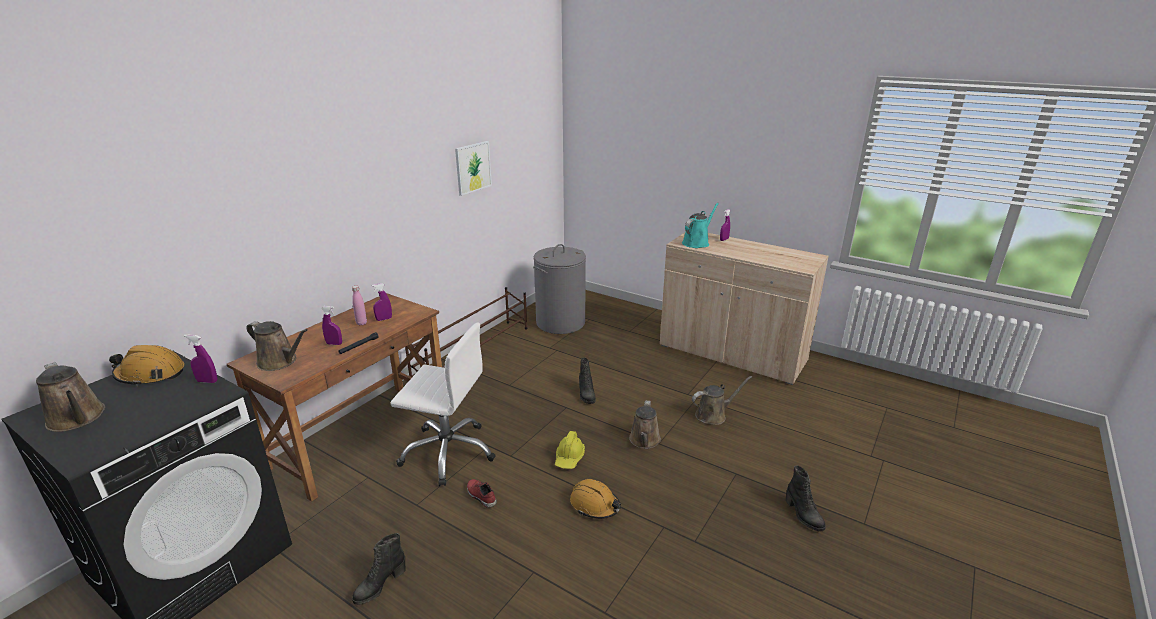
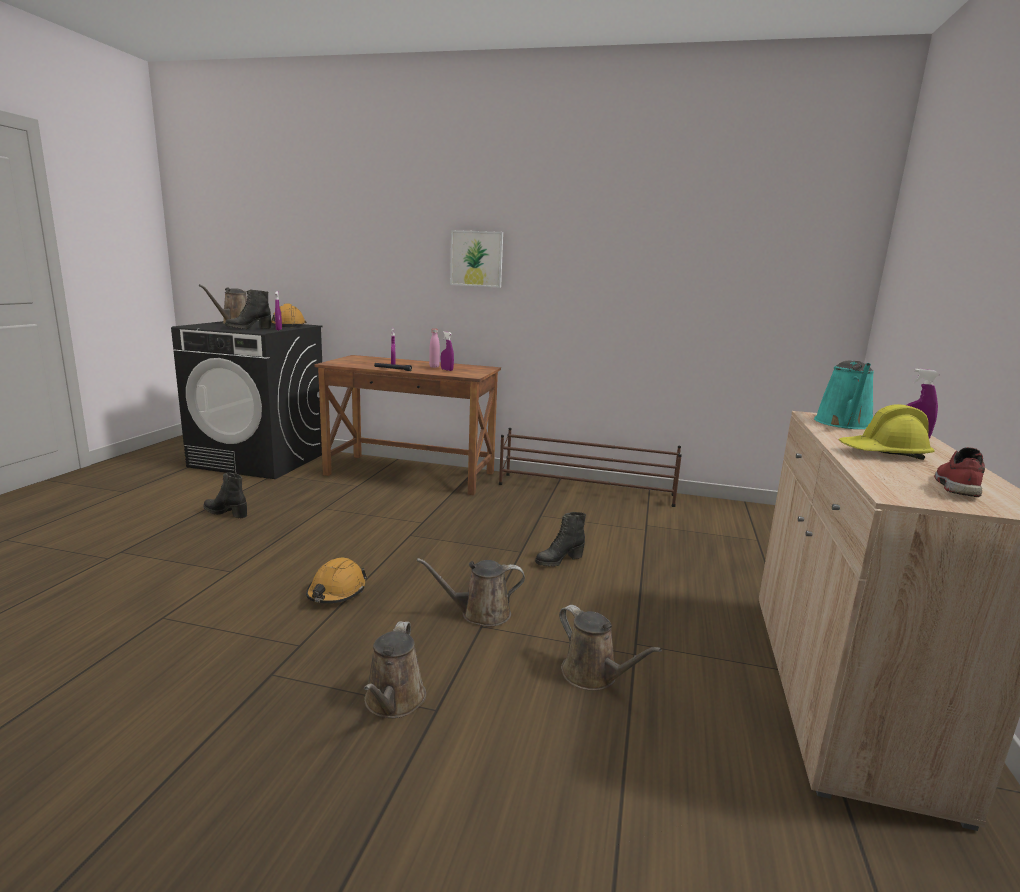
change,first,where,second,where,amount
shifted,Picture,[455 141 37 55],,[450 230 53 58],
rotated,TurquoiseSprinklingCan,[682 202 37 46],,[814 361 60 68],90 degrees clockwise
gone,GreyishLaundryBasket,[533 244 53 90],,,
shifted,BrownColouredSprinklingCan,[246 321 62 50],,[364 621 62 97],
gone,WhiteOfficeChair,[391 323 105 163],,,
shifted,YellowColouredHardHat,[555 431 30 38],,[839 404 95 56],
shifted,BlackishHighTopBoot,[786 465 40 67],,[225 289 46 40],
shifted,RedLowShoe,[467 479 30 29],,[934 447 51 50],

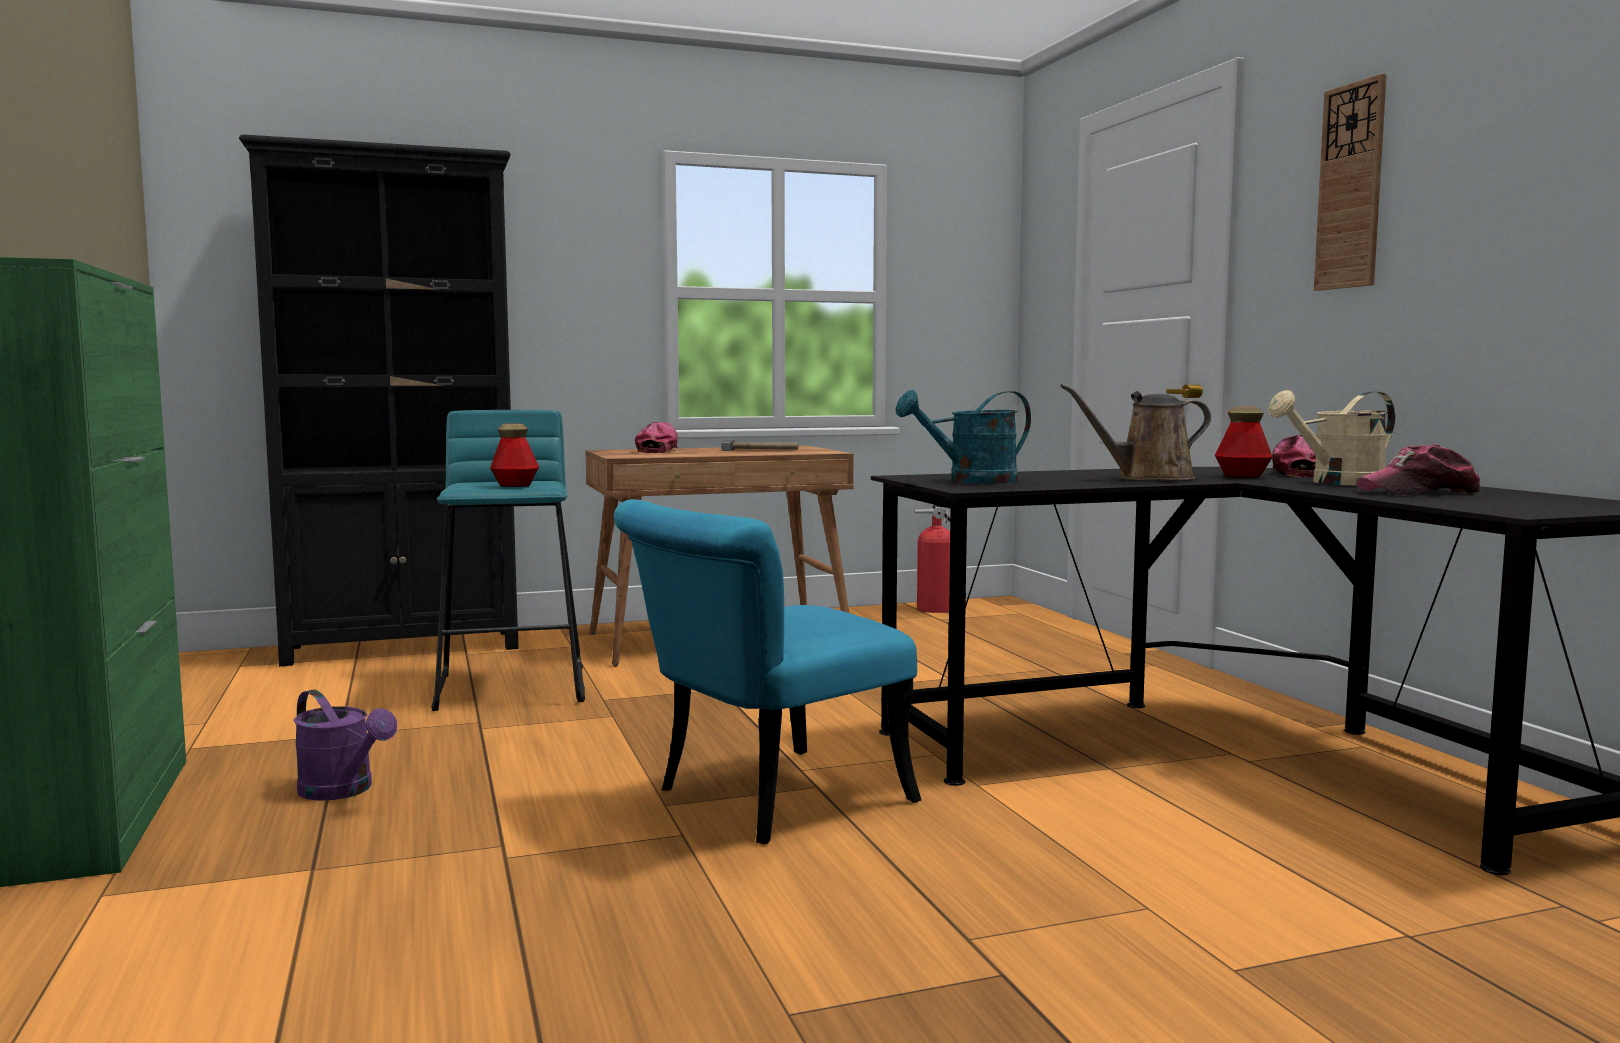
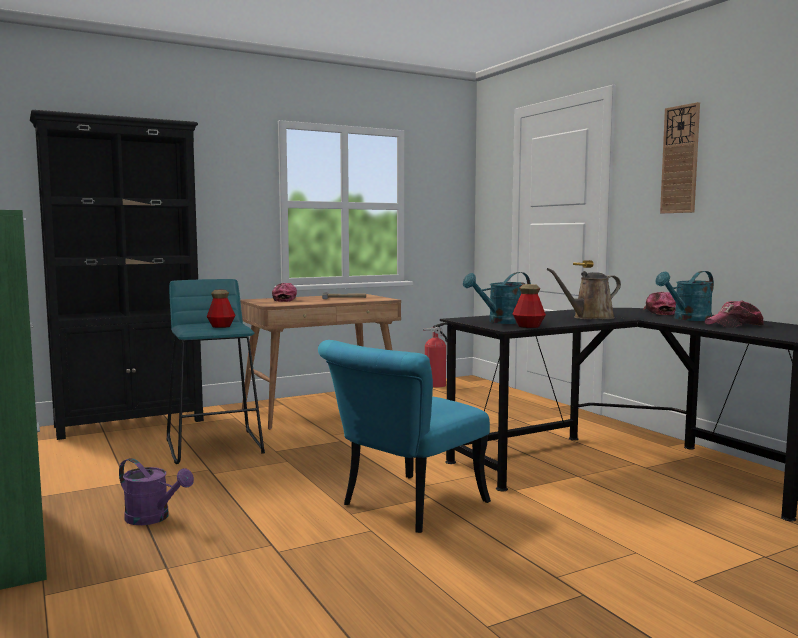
change,first,where,second,where,amount
repainted,SandColouredSprinklingCan,[1268 390 127 96],TurquoiseSprinklingCan,[656 271 58 50],
shifted,DrinkBottle,[1215 406 58 72],,[512 284 34 44],

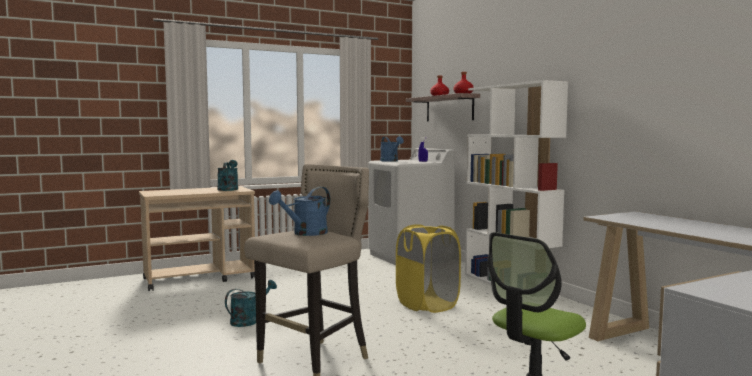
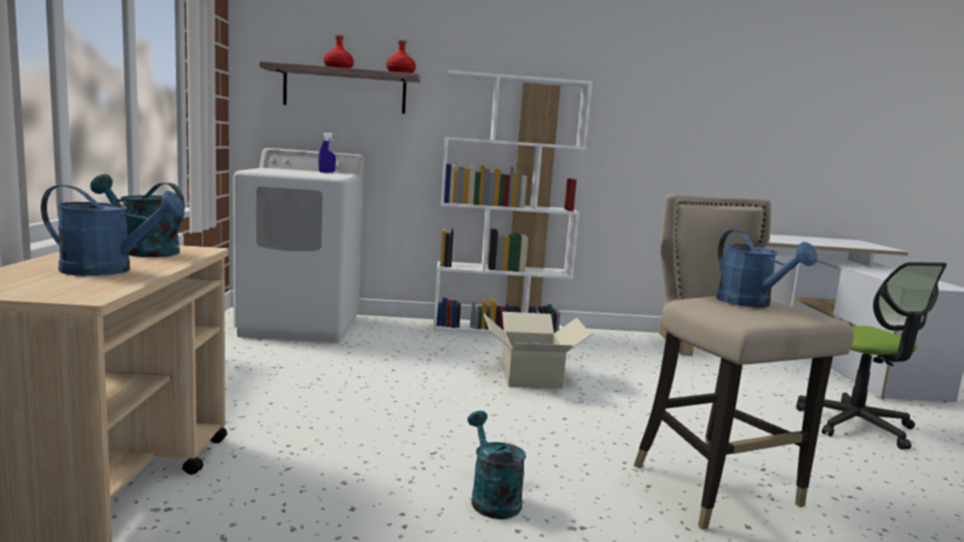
change,first,where,second,where,amount
shifted,BlueSprinklingCan,[380 136 24 26],,[41 185 144 91],
swapped,YellowColouredLaundryBasket,[396 224 65 89],CardboardBox,[484 312 107 77],

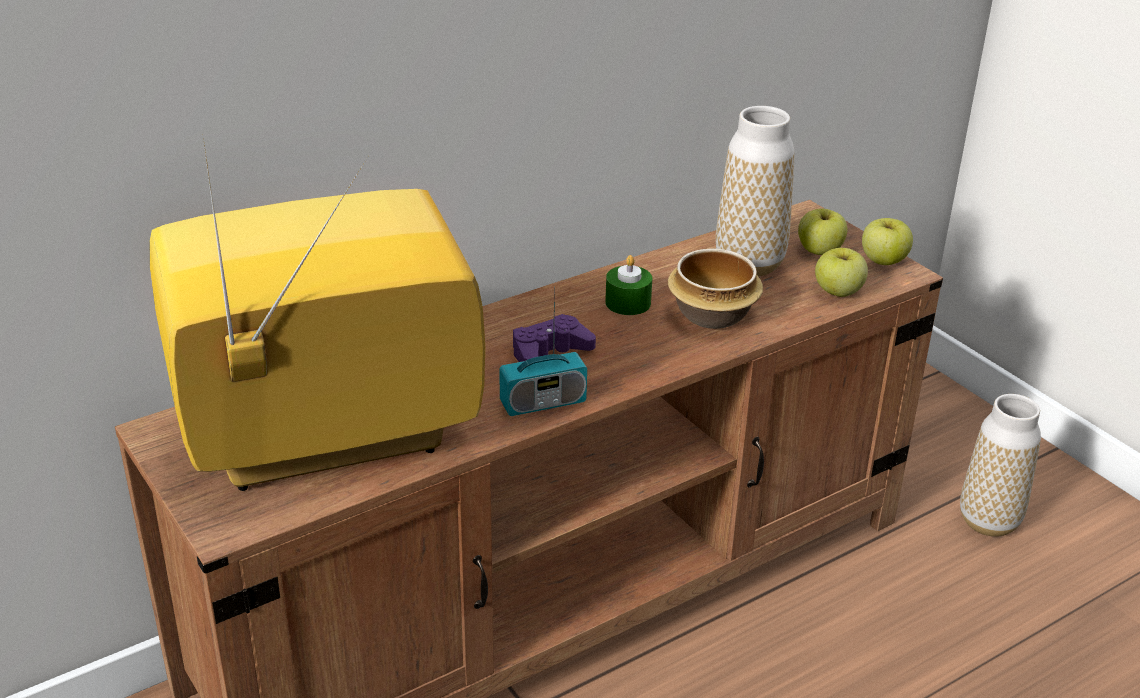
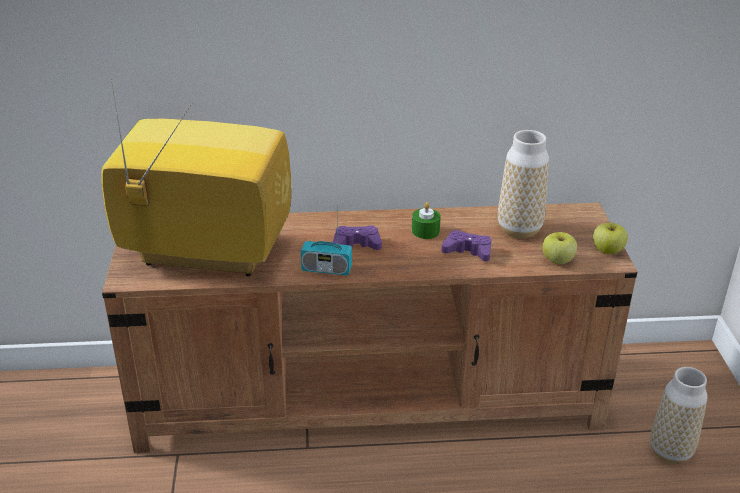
change,first,where,second,where,amount
gone,WholeApple,[798 209 49 46],,,
swapped,ServingBowl,[668 248 95 81],PurpleColouredGamepad,[441 230 50 31],

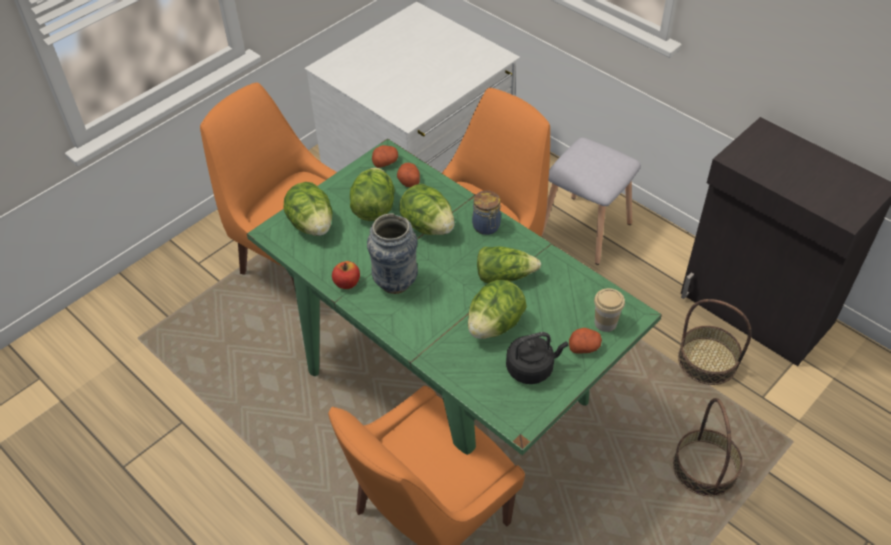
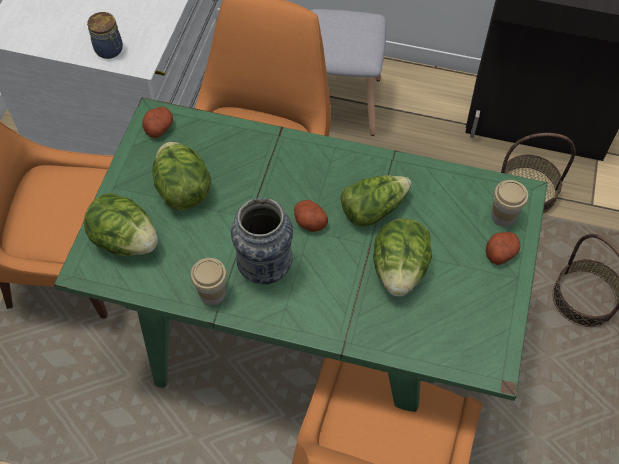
change,first,where,second,where,amount
shifted,Potato,[397 163 23 24],,[294 200 34 32],
gone,LettuceHead,[399 184 56 51],,,
shifted,PreserveJar,[472 191 29 44],,[87 12 36 47],
swapped,WholeApple,[332 261 28 28],DrinkingCup,[191 258 36 47],
gone,BlackishWaterKettle,[506 332 62 52],,,

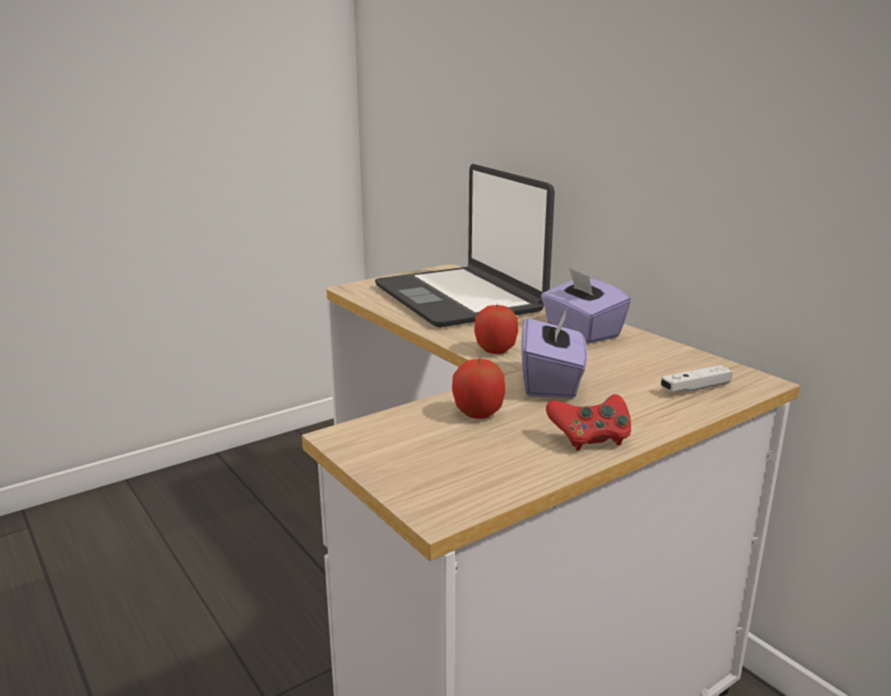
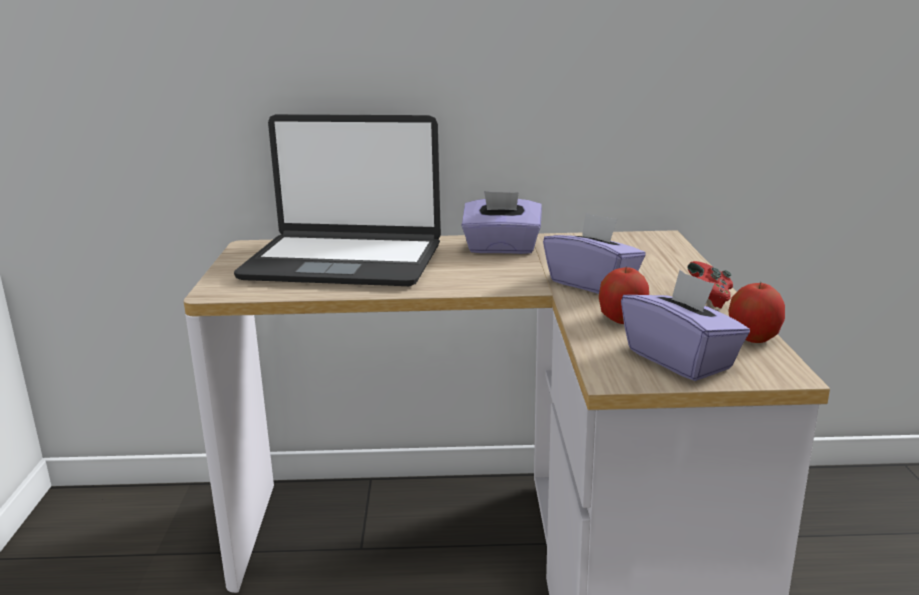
change,first,where,second,where,amount
shifted,WholeApple,[474 305 44 49],,[728 282 57 61],
gone,WhiteGamepad,[660 365 73 28],,,
new,,,PurpleColouredBoxOfTissues,[621 270 129 111],

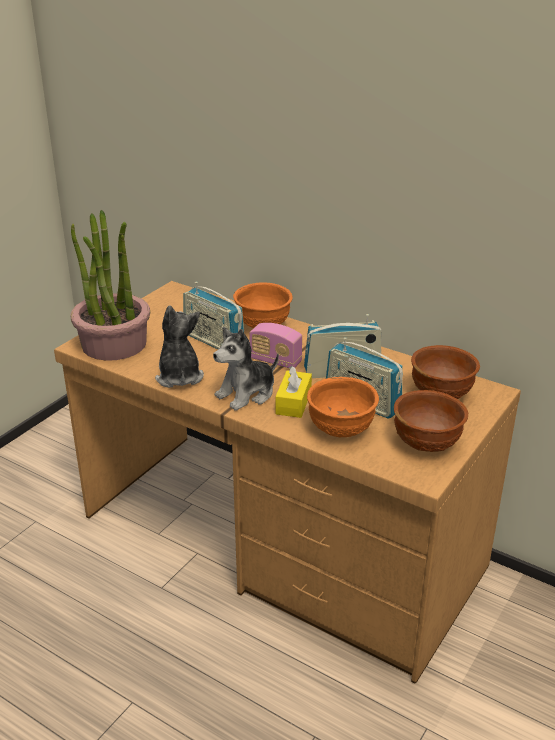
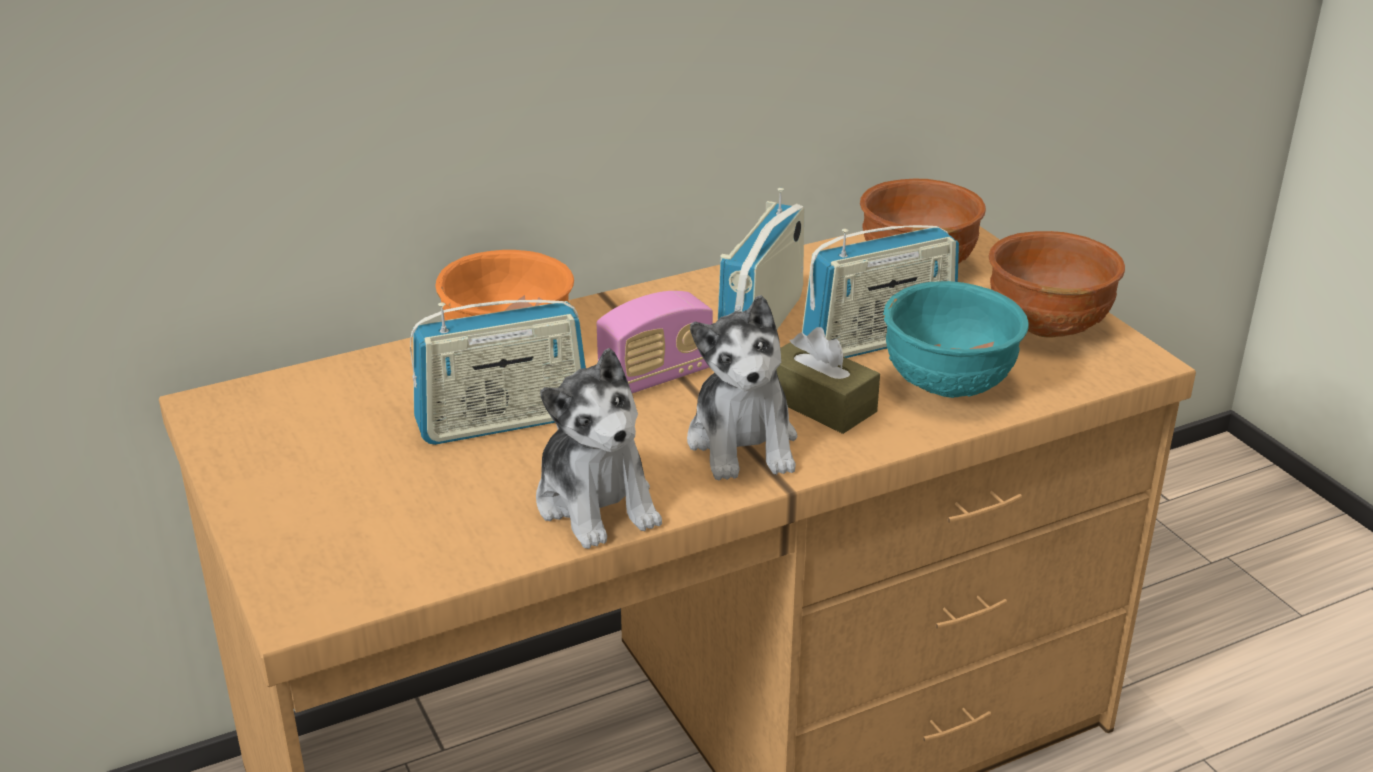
change,first,where,second,where,amount
gone,Houseplant,[70 210 80 151],,,
rotated,SoftToy,[155 305 49 83],,[536 348 126 201],135 degrees counterclockwise
repainted,YellowColouredBoxOfTissues,[275 366 37 52],BrownColouredBoxOfTissues,[776 327 104 107],
repainted,OrangeyServingBowl,[307 377 72 61],TurquoiseServingBowl,[883 281 146 117],

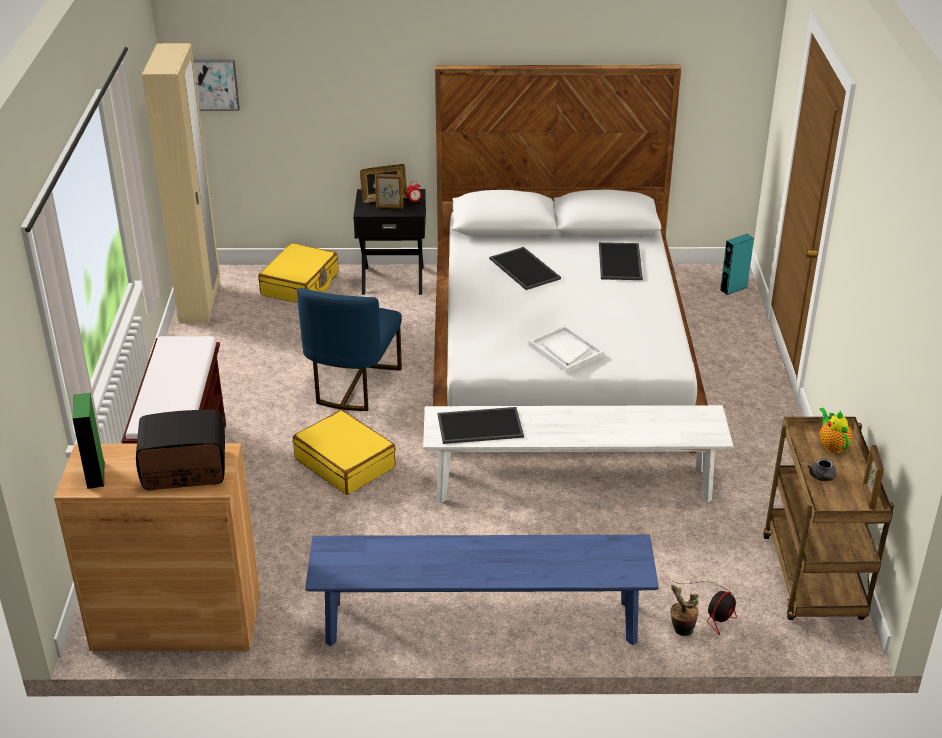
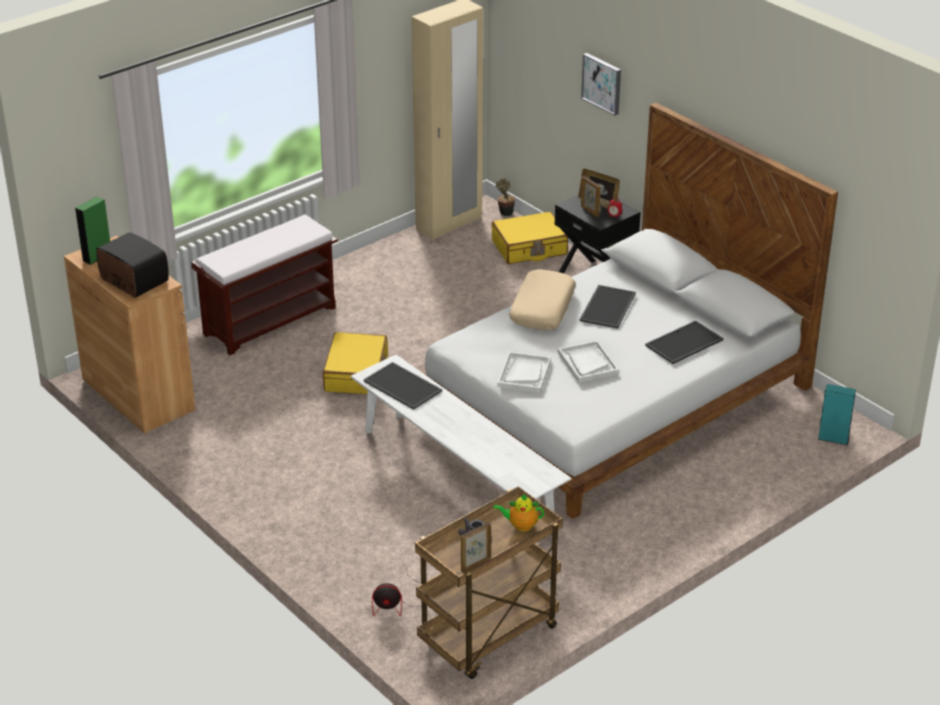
change,first,where,second,where,amount
shifted,Picture,[193 59 47 52],,[581 53 40 63],
gone,BlueChair,[297 288 105 123],,,
rotated,TeaPot,[819 408 33 45],,[494 494 50 37],120 degrees counterclockwise
gone,BlueIndoorBench,[305 535 354 111],,,
shifted,Houseplant,[670 585 29 51],,[496 178 19 39],
new,,,SandColouredCushion,[509 269 67 61],
new,,,WhiteTray,[558 340 61 43],

